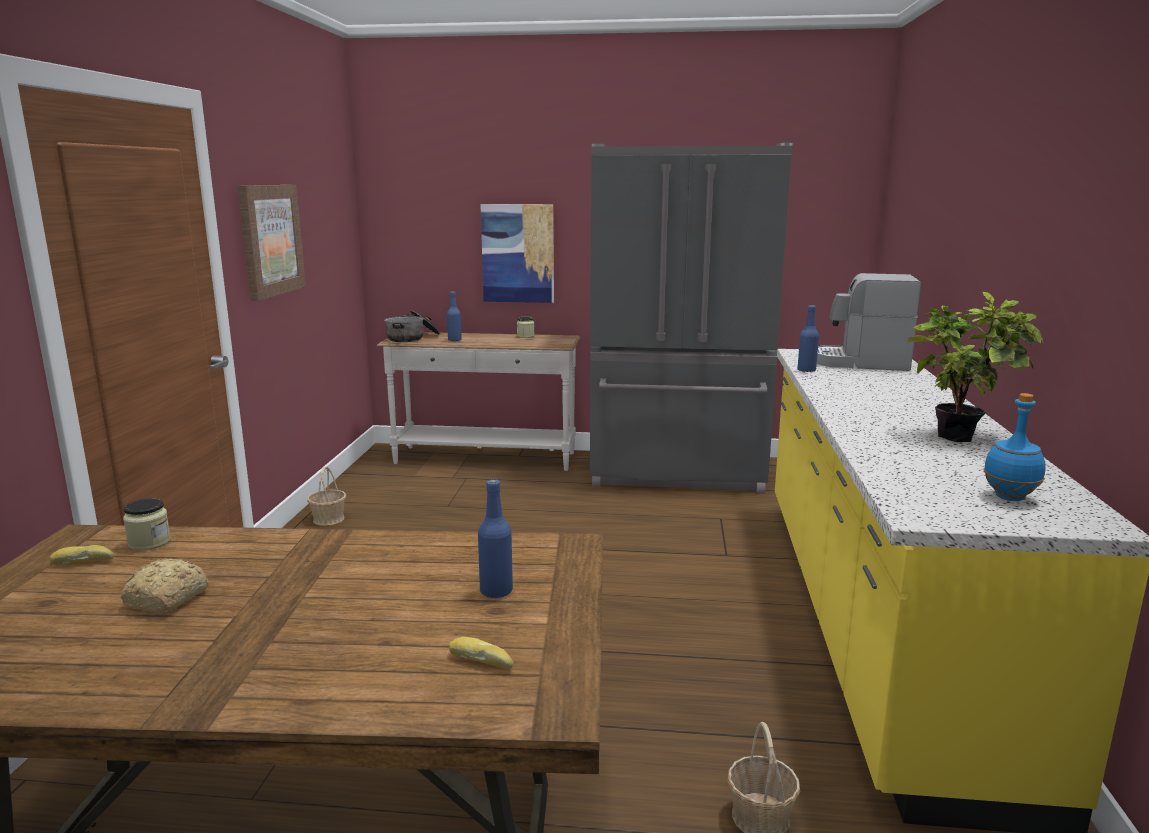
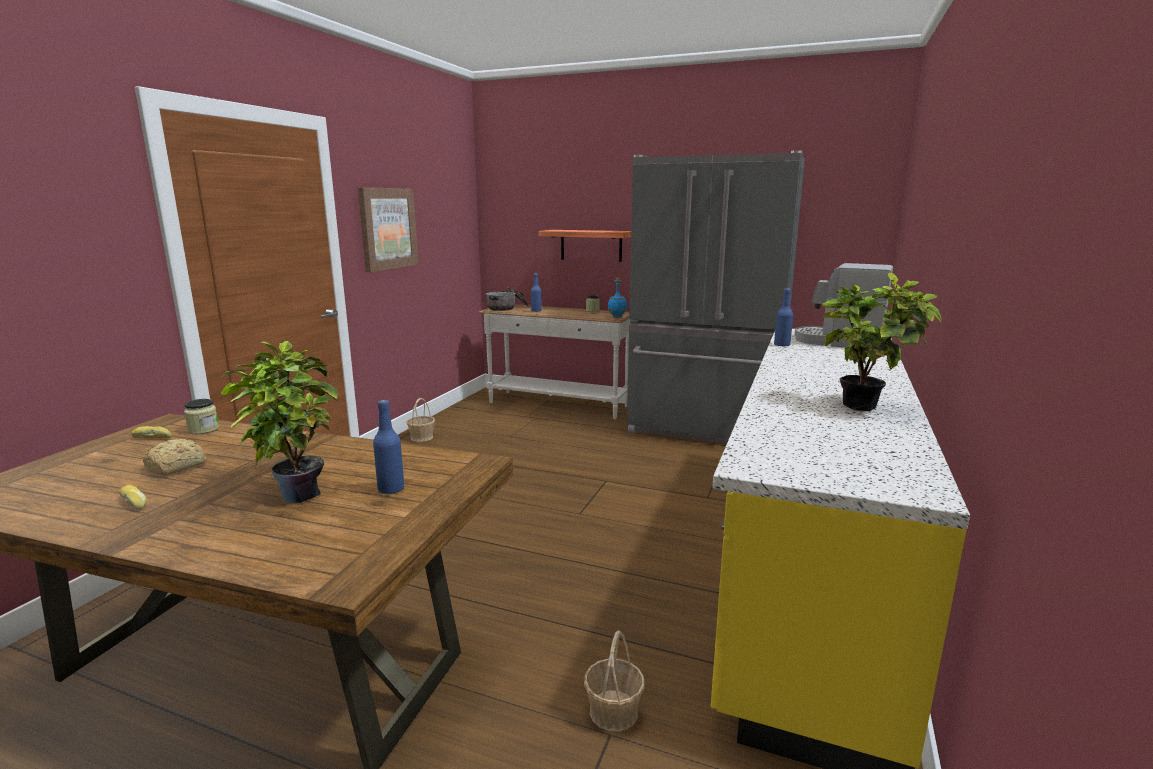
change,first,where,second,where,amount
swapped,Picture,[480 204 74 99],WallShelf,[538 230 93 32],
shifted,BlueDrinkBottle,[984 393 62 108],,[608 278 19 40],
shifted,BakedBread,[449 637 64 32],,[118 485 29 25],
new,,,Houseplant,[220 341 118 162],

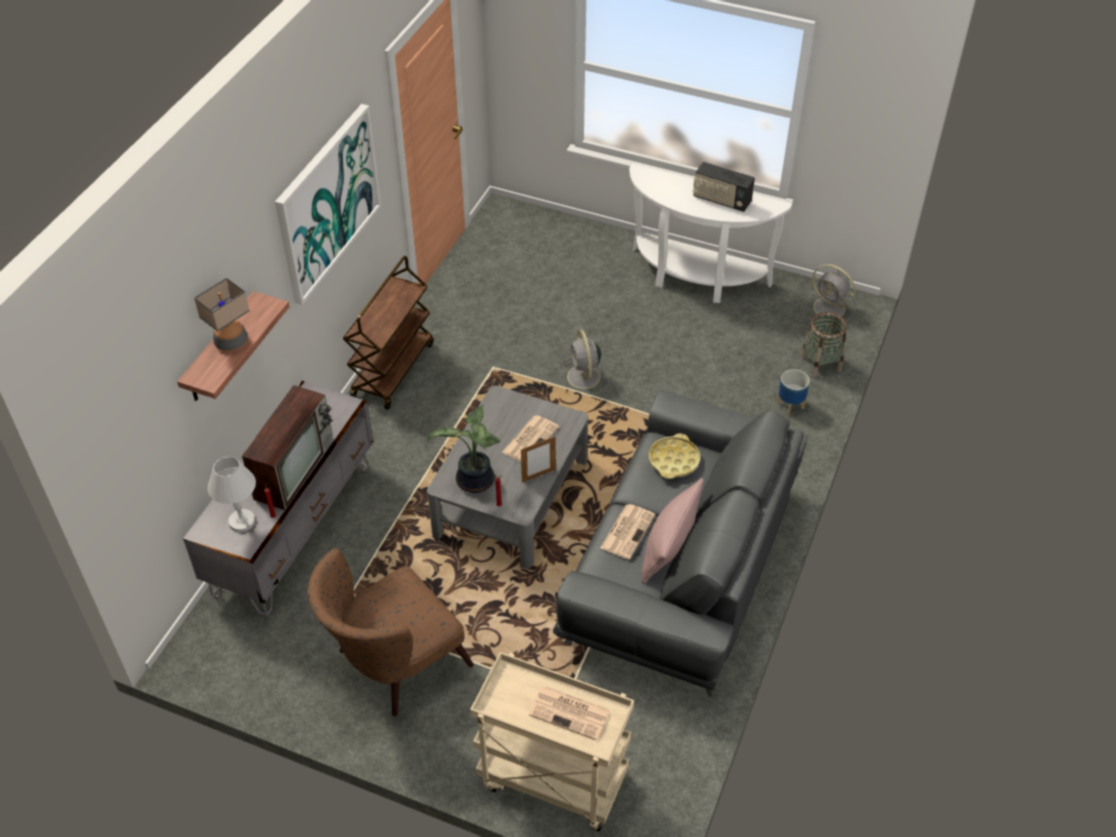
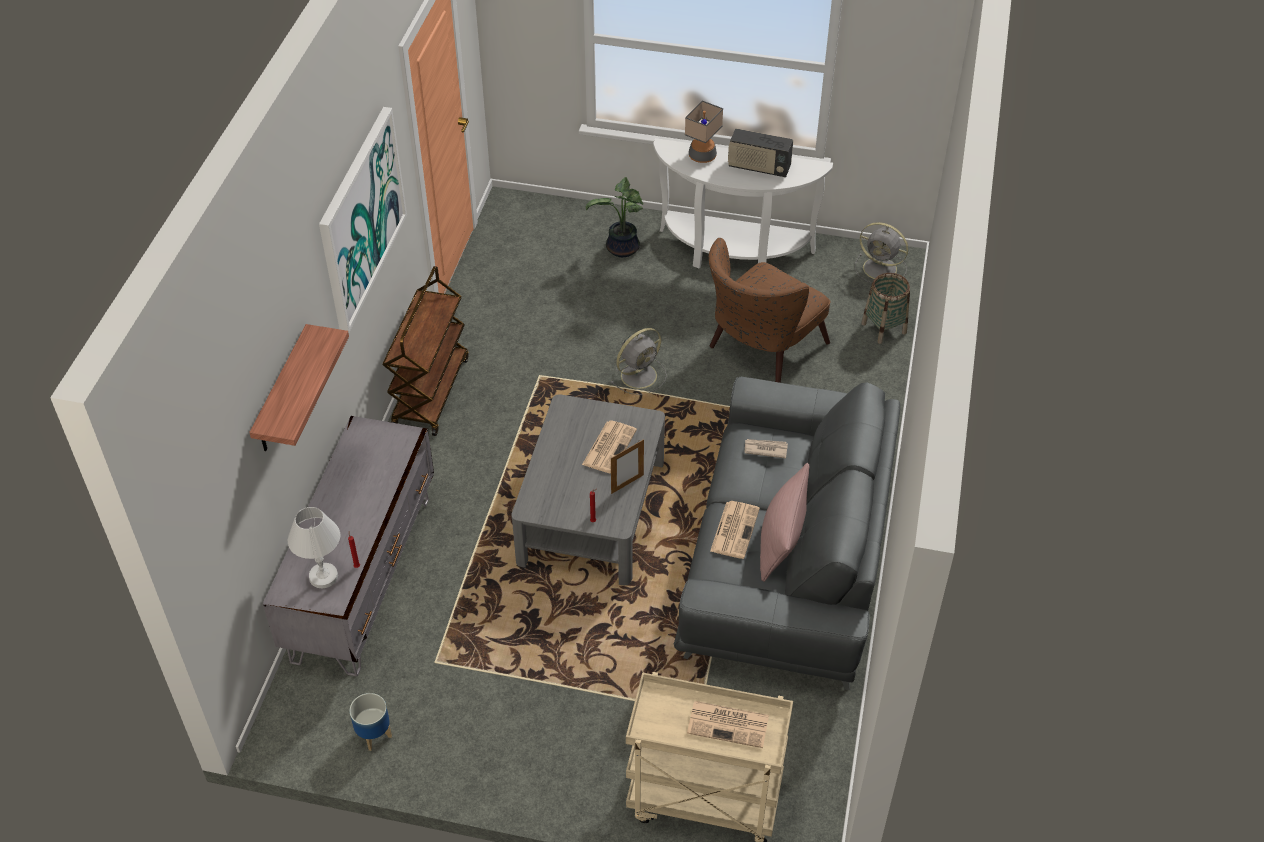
change,first,where,second,where,amount
shifted,TabletopLamp,[194 278 56 74],,[685 100 38 63],
rotated,GreyishFan,[560 330 50 65],,[610 328 57 67],105 degrees counterclockwise
shifted,PlantPot,[777 369 33 47],,[349 693 43 58],
gone,Television,[242 385 91 125],,,
shifted,Houseplant,[427 404 73 89],,[586 177 57 80],
swapped,YellowColouredTray,[649 433 51 46],Newspaper,[745 439 43 19],
shifted,BrownColouredArmchair,[308 548 166 168],,[709 238 122 145],

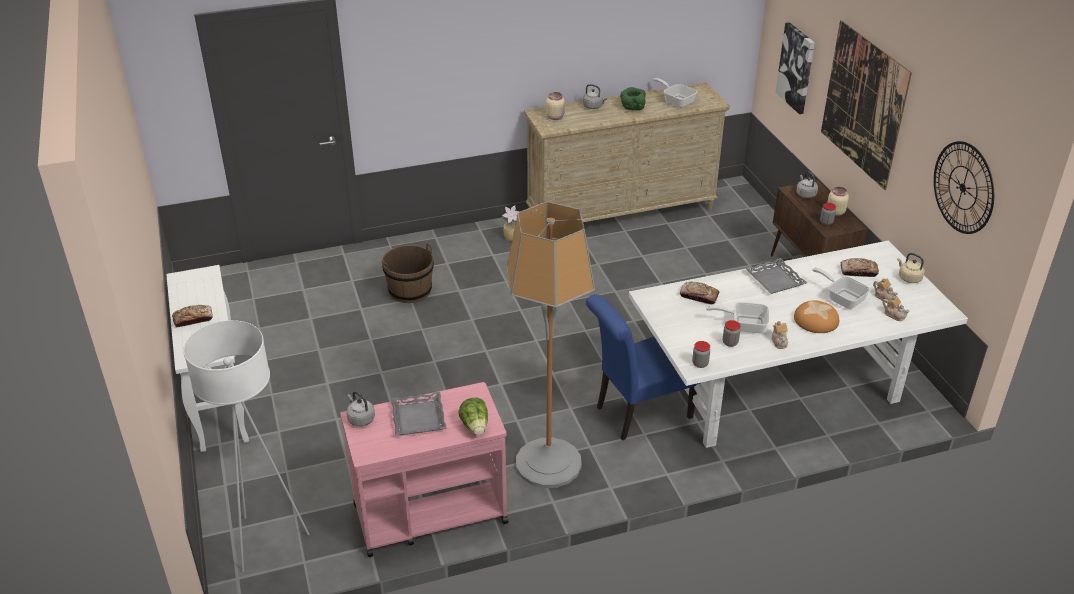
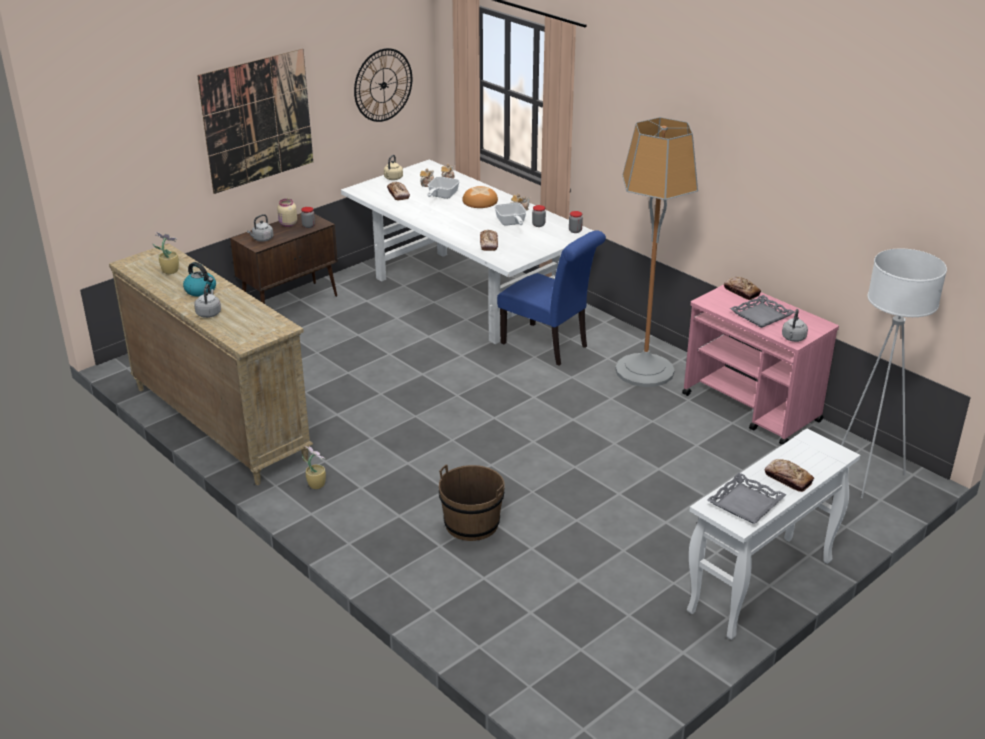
change,first,where,second,where,amount
gone,Picture,[776 22 39 92],,,
swapped,Skillet,[653 78 44 30],Houseplant,[152 232 27 42],
swapped,GreenColouredServingBowl,[620 87 26 23],WaterKettle,[183 262 33 35],
gone,SandColouredPreserveJar,[546 92 19 28],,,
shifted,GreyishTray,[745 258 62 36],,[707 473 80 51],
swapped,LettuceHead,[459 398 29 37],BakedBread,[724 277 37 23],

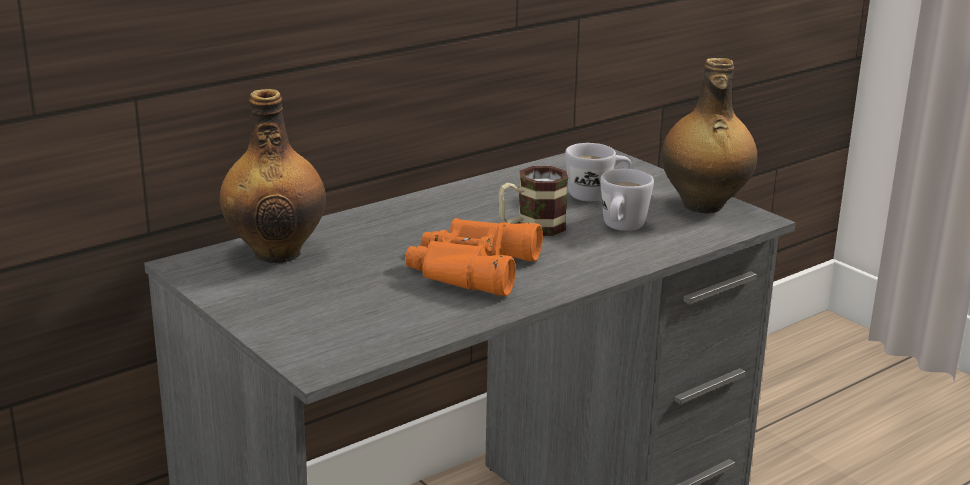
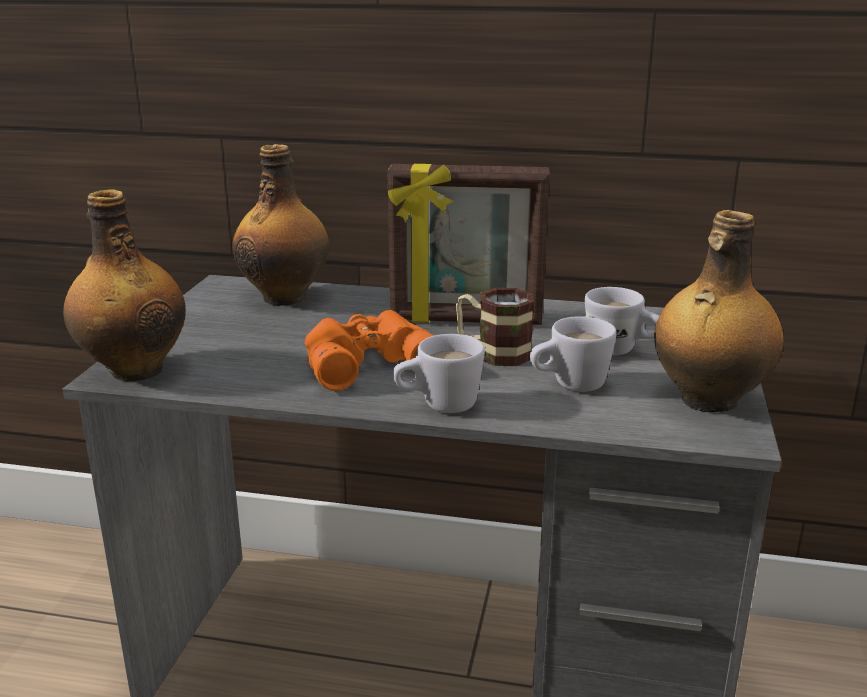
change,first,where,second,where,amount
new,,,PhotoFrame,[387 164 163 161],
new,,,DrinkBottle,[63 189 123 192],
new,,,WhiteCoffeeMug,[393 334 92 79],

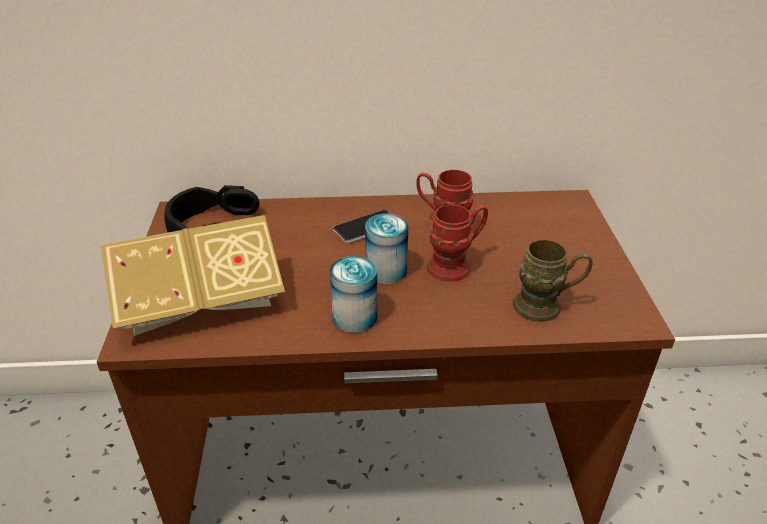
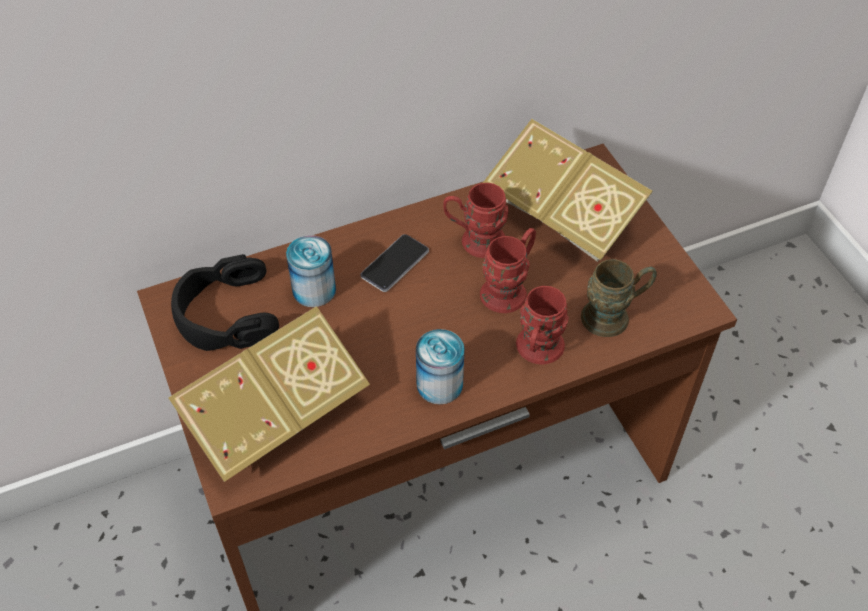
change,first,where,second,where,amount
shifted,SealedCan,[365 214 43 70],,[286 235 50 72],
new,,,Book,[483 119 170 143],
new,,,RedCoffeeMug,[516 286 53 78],

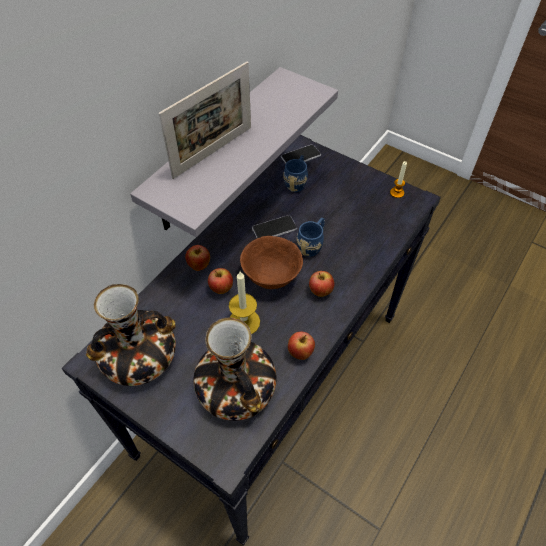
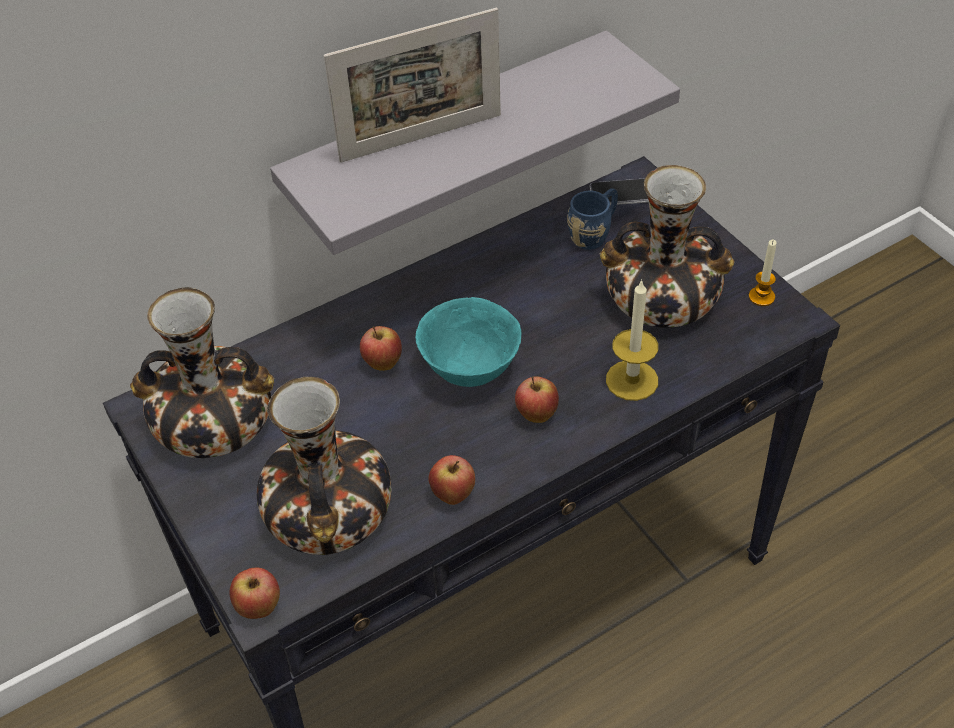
change,first,where,second,where,amount
gone,Telephone,[252 215 45 23],,,
gone,BlueCoffeeMug,[297 218 28 39],,,
repainted,BrownColouredServingBowl,[240 236 63 53],TurquoiseServingBowl,[415 297 107 90],
shifted,WholeApple,[185 245 25 26],,[229 567 51 52],
shifted,Candle,[229 271 31 64],,[606 279 52 122],
new,,,FlowerVase,[600 165 135 163],

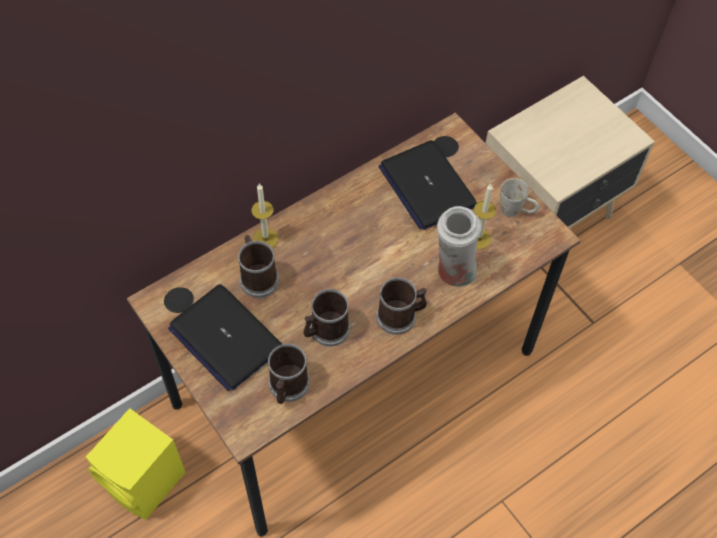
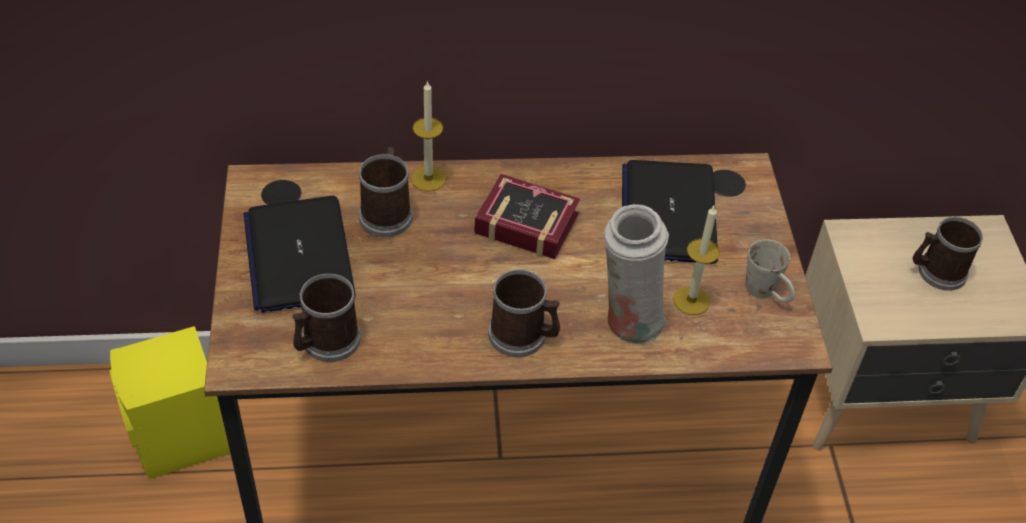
change,first,where,second,where,amount
shifted,CoffeeMug,[303 289 47 57],,[913 217 70 74],
new,,,Book,[474 174 106 85],

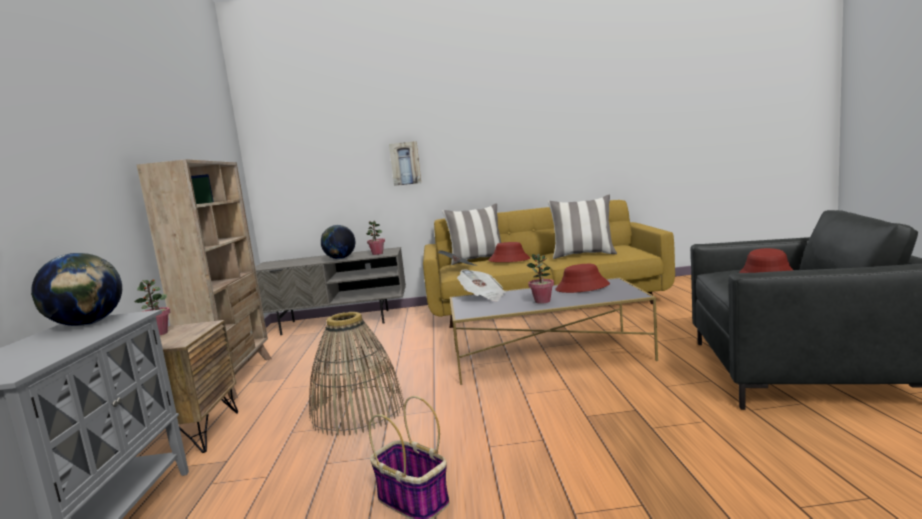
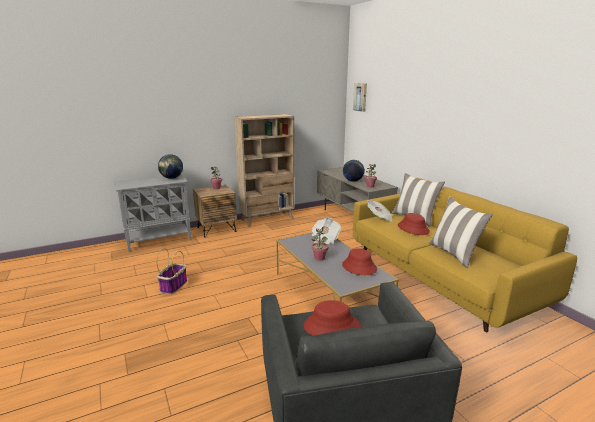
change,first,where,second,where,amount
shifted,Picture,[389 141 32 45],,[353 83 14 29],
gone,StorageBasket,[309 312 95 124],,,

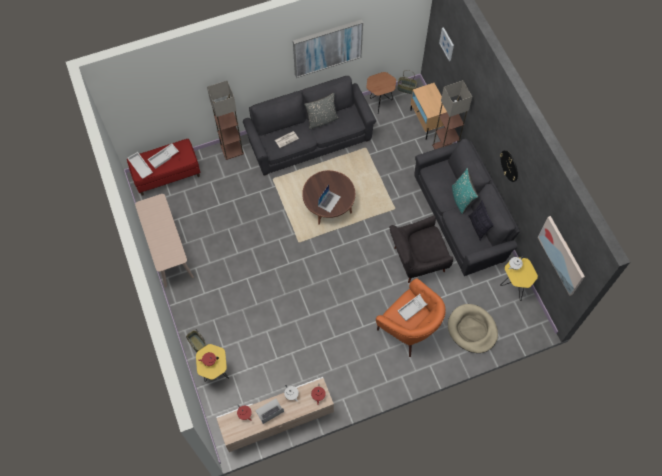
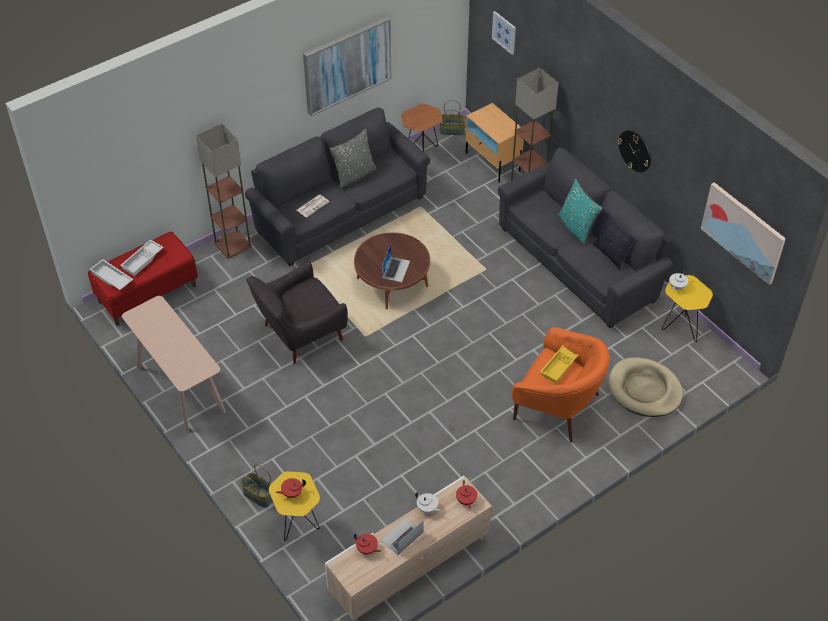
change,first,where,second,where,amount
shifted,GreyishArmchair,[389 215 64 68],,[246 261 102 103],
repainted,WhiteTray,[398 294 29 27],YellowColouredTray,[540 345 38 38],

